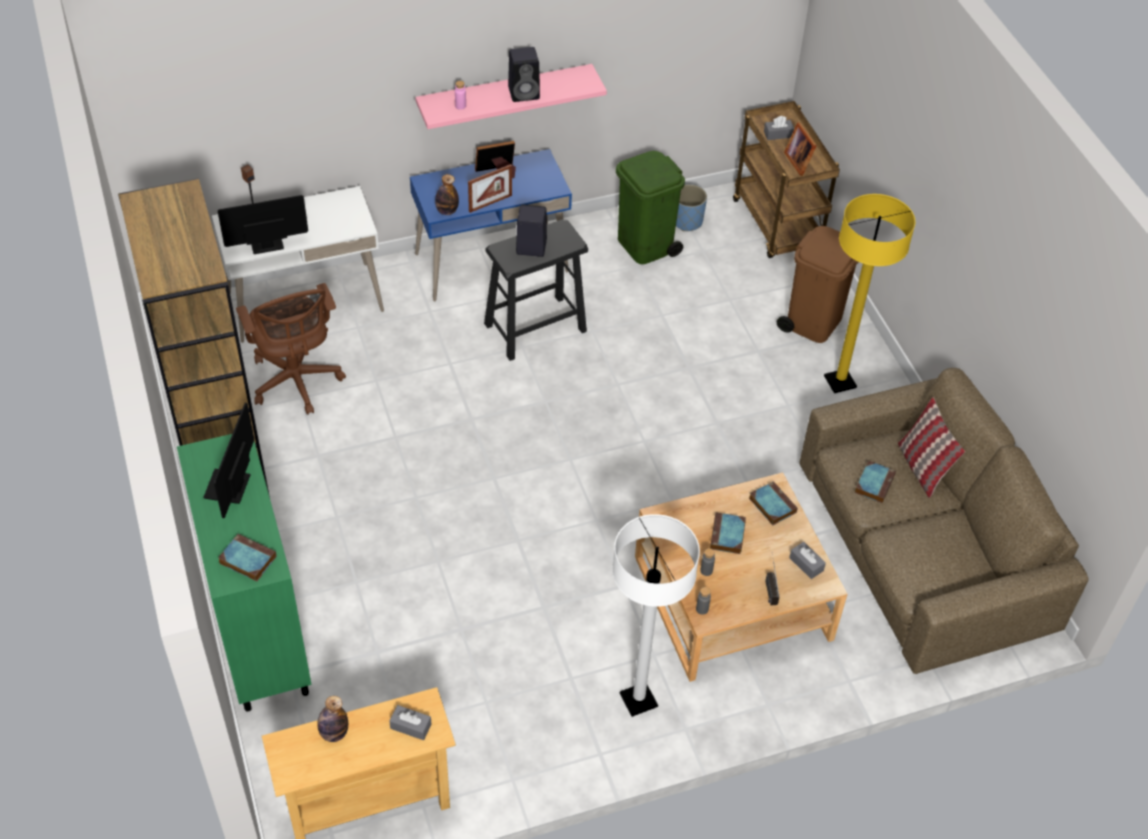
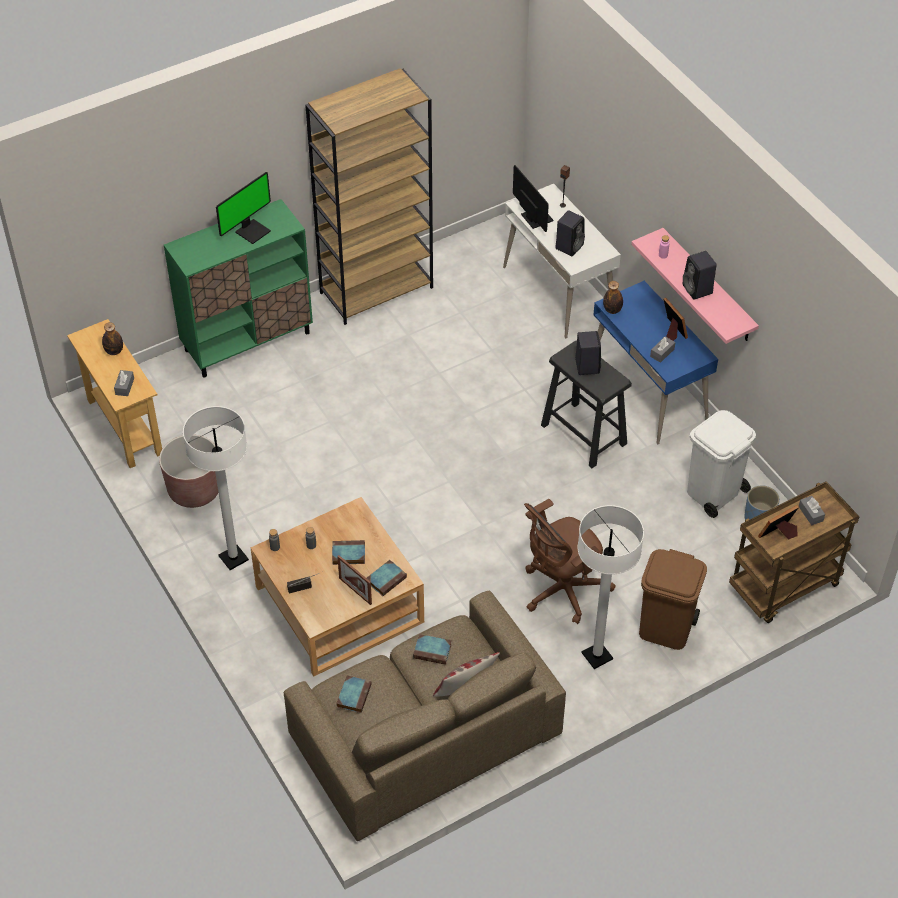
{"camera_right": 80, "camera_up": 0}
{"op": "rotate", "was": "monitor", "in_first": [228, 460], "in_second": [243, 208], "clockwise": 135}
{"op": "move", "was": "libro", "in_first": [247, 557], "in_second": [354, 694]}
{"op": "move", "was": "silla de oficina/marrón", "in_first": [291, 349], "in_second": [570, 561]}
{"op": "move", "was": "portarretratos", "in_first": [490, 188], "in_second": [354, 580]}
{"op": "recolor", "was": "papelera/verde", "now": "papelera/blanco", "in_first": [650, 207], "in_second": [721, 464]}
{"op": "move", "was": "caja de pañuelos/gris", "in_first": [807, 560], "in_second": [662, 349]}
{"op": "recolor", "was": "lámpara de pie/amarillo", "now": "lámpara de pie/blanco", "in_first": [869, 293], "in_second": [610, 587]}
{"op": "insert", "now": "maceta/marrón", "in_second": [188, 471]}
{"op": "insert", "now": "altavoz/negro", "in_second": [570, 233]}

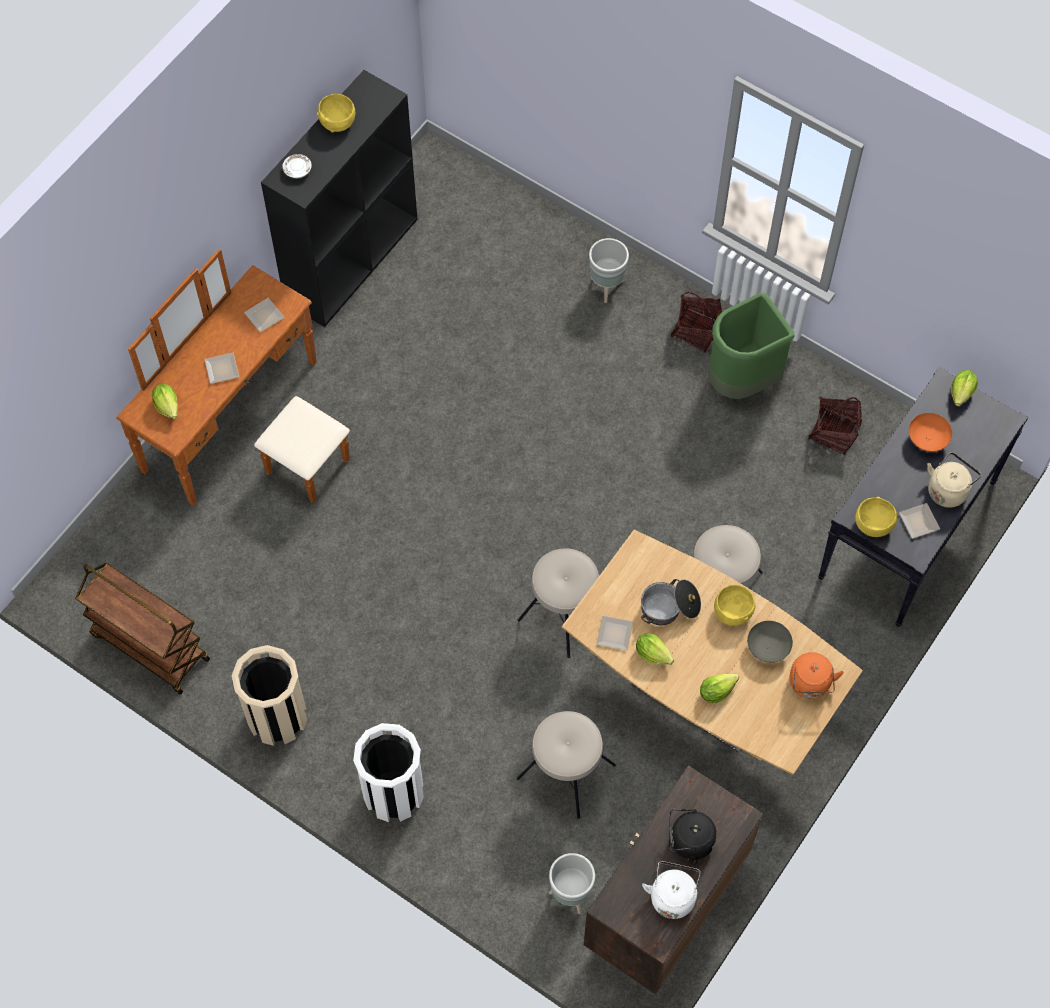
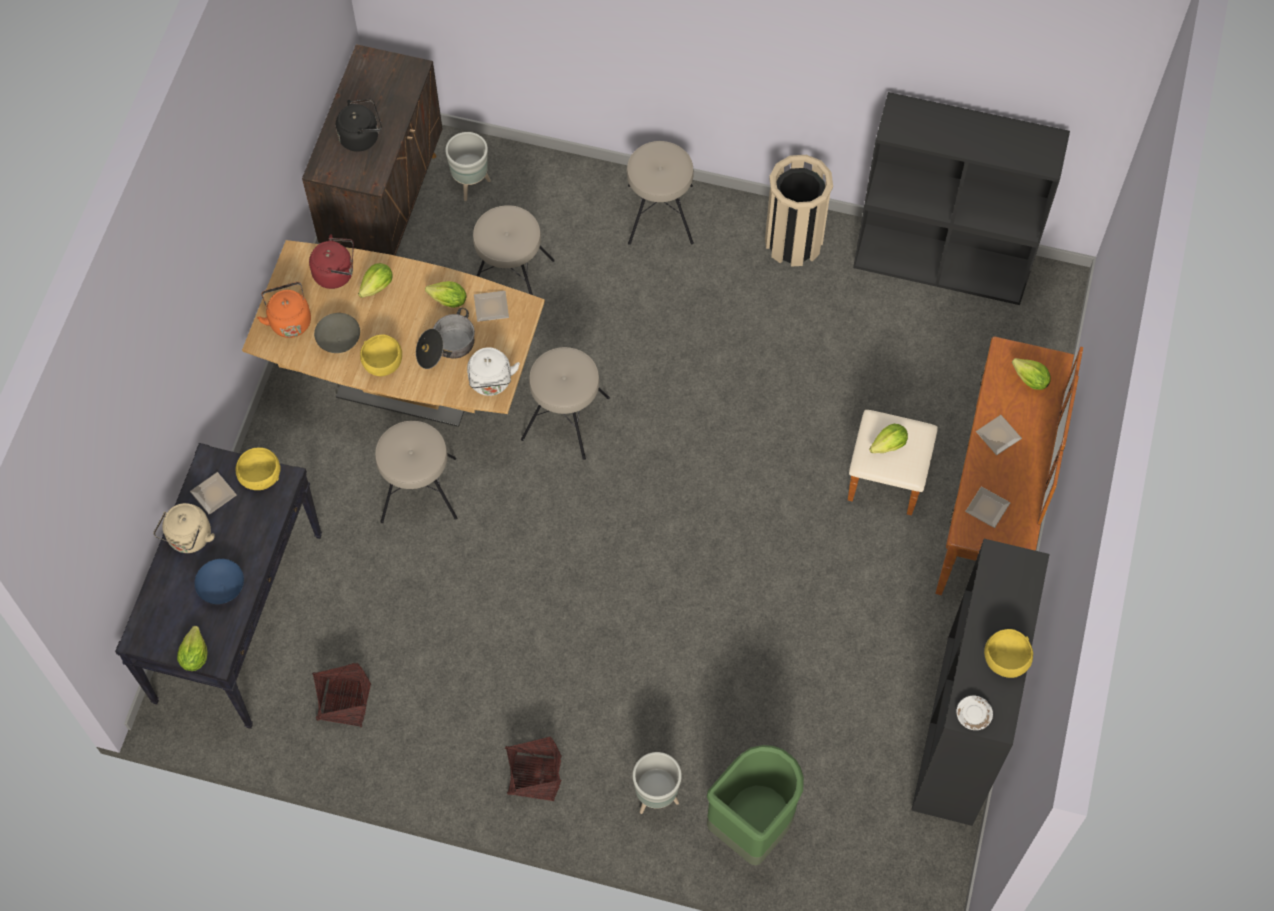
{"camera_right": 160, "camera_up": 0}
{"op": "replace", "was": "carrito/marrón", "now": "estantería/negro", "in_first": [142, 629], "in_second": [961, 198]}
{"op": "move", "was": "plato/blanco", "in_first": [297, 166], "in_second": [974, 713]}
{"op": "replace", "was": "papelera/blanco", "now": "taburete/beis", "in_first": [388, 772], "in_second": [660, 193]}
{"op": "move", "was": "hervidor/blanco", "in_first": [671, 890], "in_second": [493, 371]}
{"op": "move", "was": "papelera/verde", "in_first": [751, 345], "in_second": [755, 805]}
{"op": "recolor", "was": "cuenco/naranja", "now": "cuenco/azul", "in_first": [930, 432], "in_second": [219, 581]}
{"op": "insert", "now": "hervidor/rojo", "in_second": [331, 262]}
{"op": "insert", "now": "lechuga", "in_second": [888, 438]}

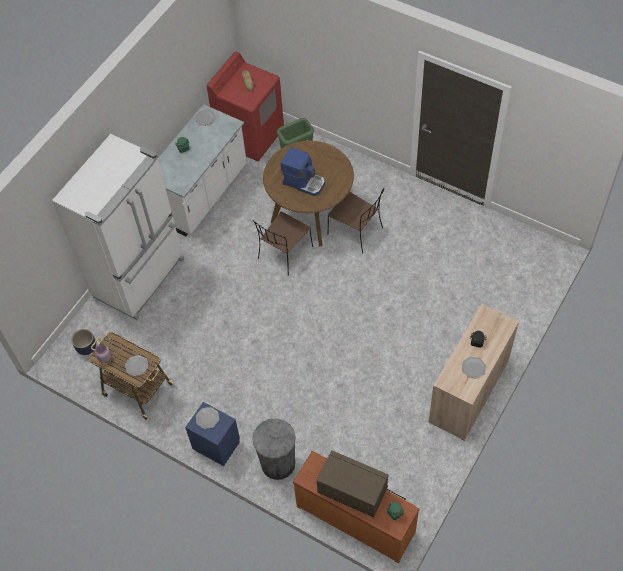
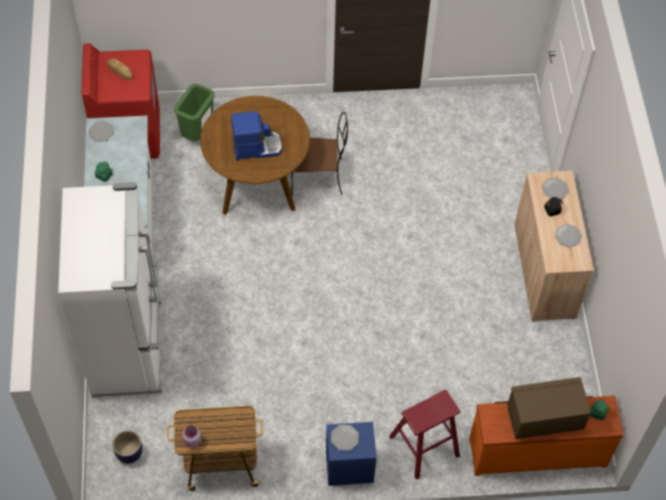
{"camera_right": -40, "camera_up": 0}
{"op": "move", "was": "plato", "in_first": [137, 365], "in_second": [555, 188]}
{"op": "replace", "was": "papelera/gris", "now": "taburete/rojo", "in_first": [274, 449], "in_second": [425, 435]}
{"op": "delete", "was": "silla/marrón", "in_first": [283, 243]}

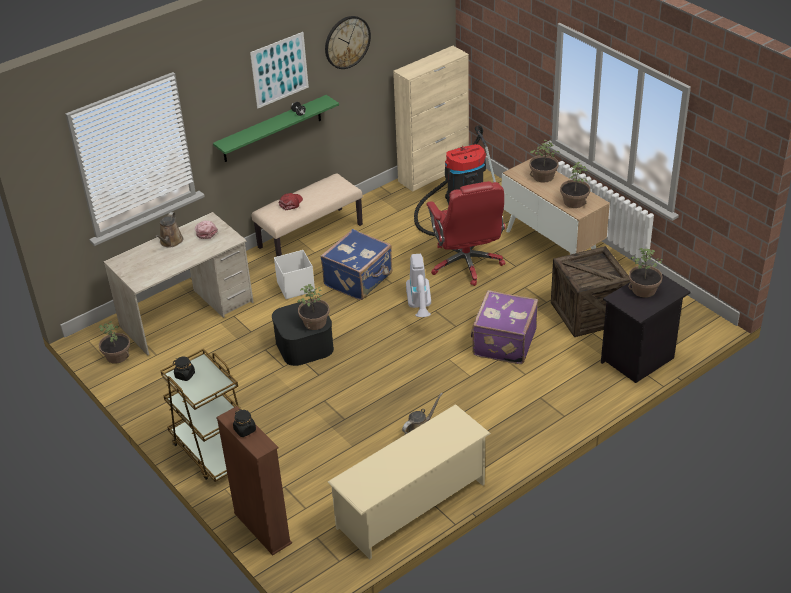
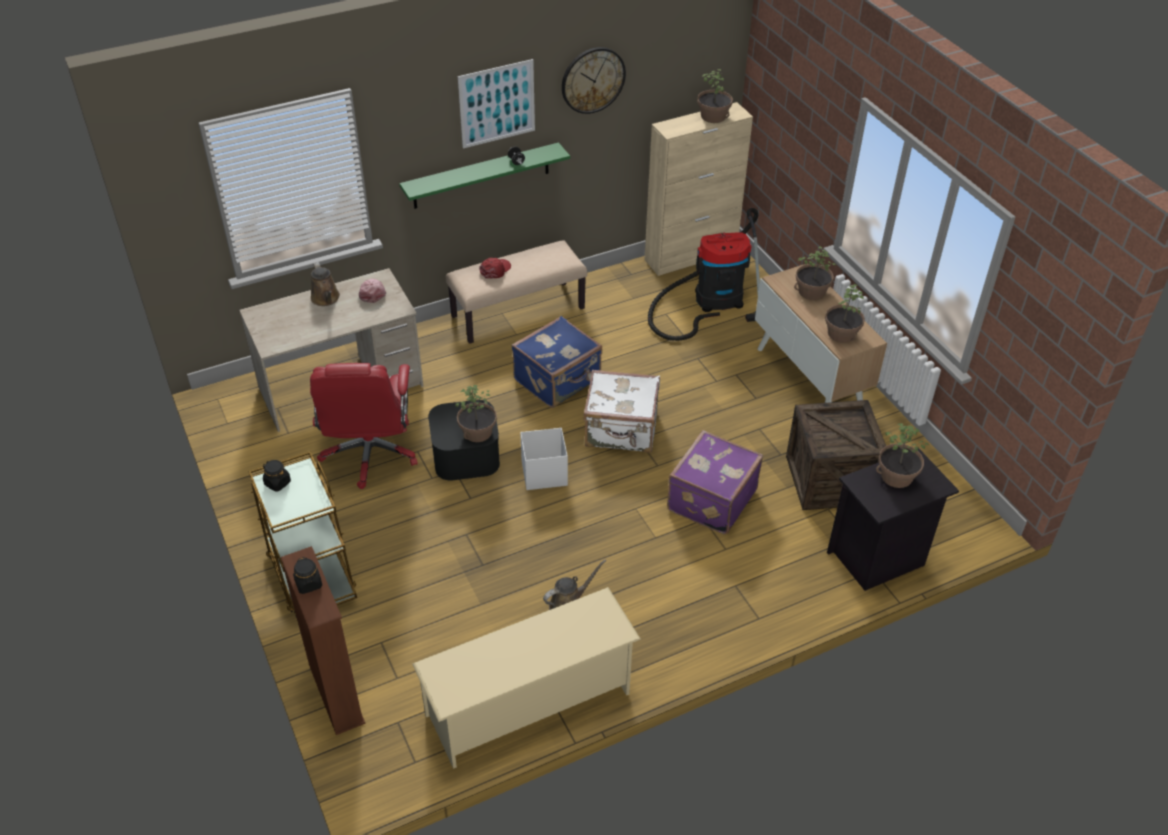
{"camera_right": 10, "camera_up": 5}
{"op": "move", "was": "planta en maceta", "in_first": [114, 342], "in_second": [715, 96]}
{"op": "rotate", "was": "regadera/marrón", "in_first": [169, 230], "in_second": [325, 284], "clockwise": -45}
{"op": "move", "was": "caja de almacenaje/blanco", "in_first": [294, 274], "in_second": [544, 459]}
{"op": "replace", "was": "aspiradora", "now": "maleta/blanco", "in_first": [418, 285], "in_second": [621, 411]}
{"op": "move", "was": "silla de oficina/rojo", "in_first": [466, 233], "in_second": [364, 426]}

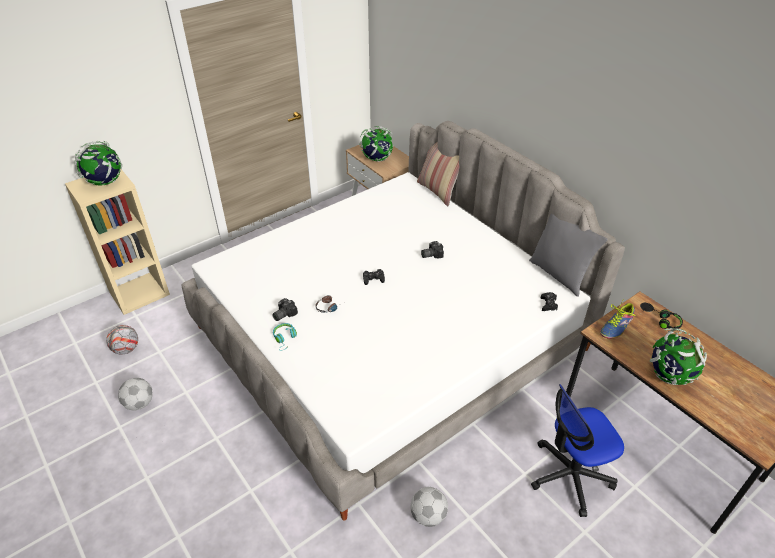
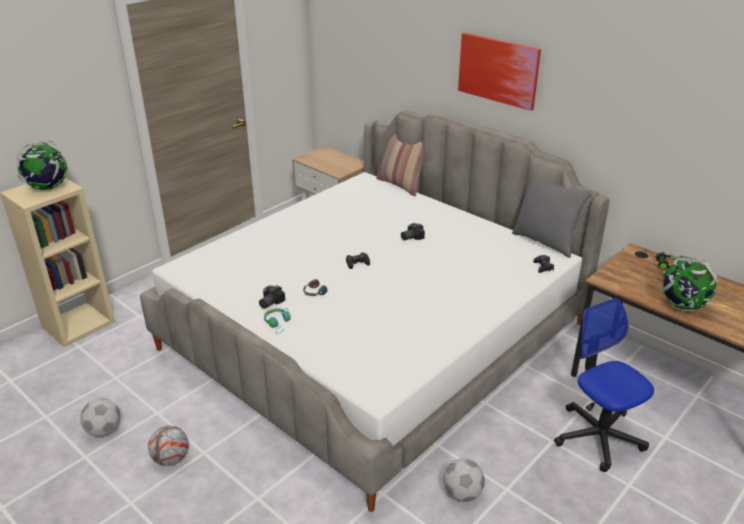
{"camera_right": -10, "camera_up": -10}
{"op": "move", "was": "balón de fútbol", "in_first": [122, 339], "in_second": [168, 446]}
{"op": "delete", "was": "globo terráqueo", "in_first": [376, 144]}
{"op": "rotate", "was": "silla de oficina", "in_first": [577, 450], "in_second": [604, 385], "clockwise": 90}
{"op": "delete", "was": "zapato", "in_first": [617, 319]}
{"op": "insert", "now": "cuadro", "in_second": [499, 72]}

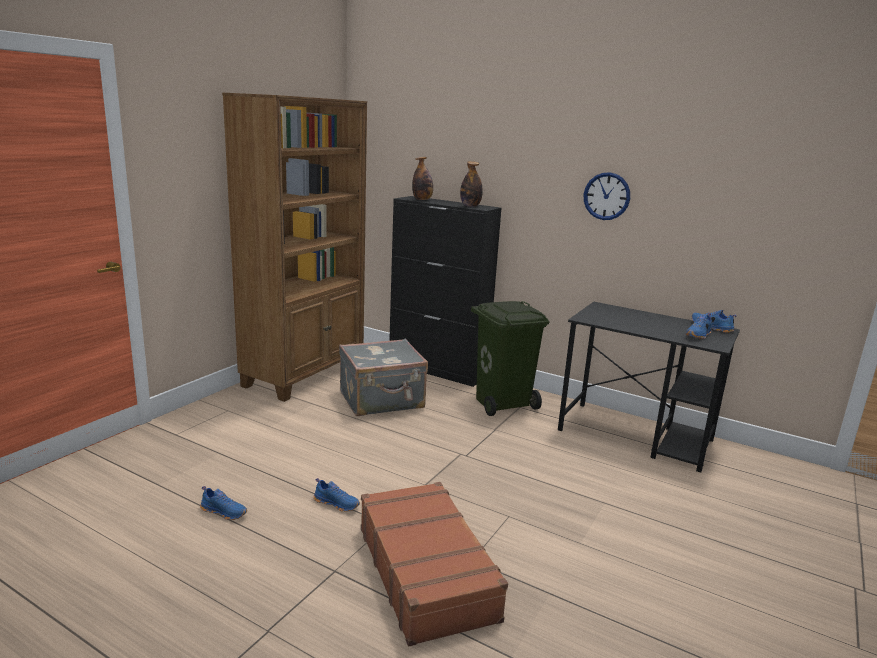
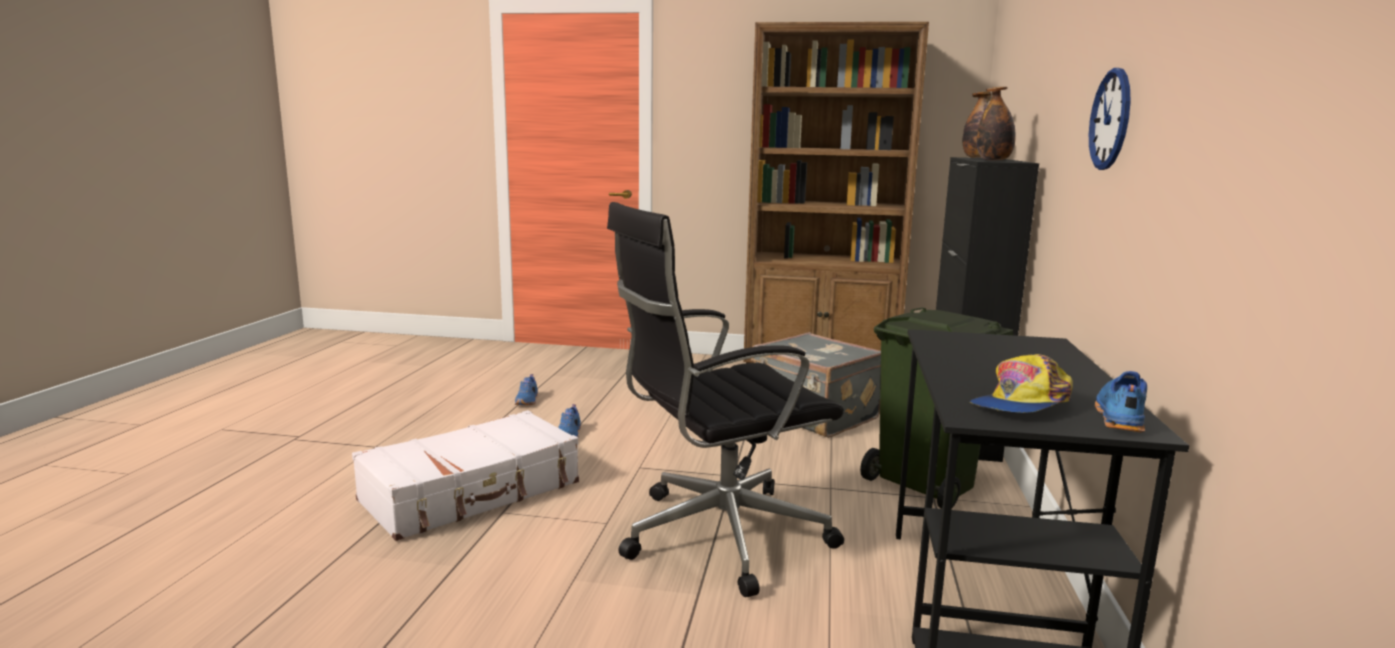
{"camera_right": 70, "camera_up": -5}
{"op": "recolor", "was": "maleta/marrón", "now": "maleta/blanco", "in_first": [434, 564], "in_second": [465, 475]}
{"op": "replace", "was": "zapato/azul", "now": "gorra", "in_first": [699, 326], "in_second": [1021, 383]}
{"op": "insert", "now": "silla de oficina/negro", "in_second": [725, 399]}

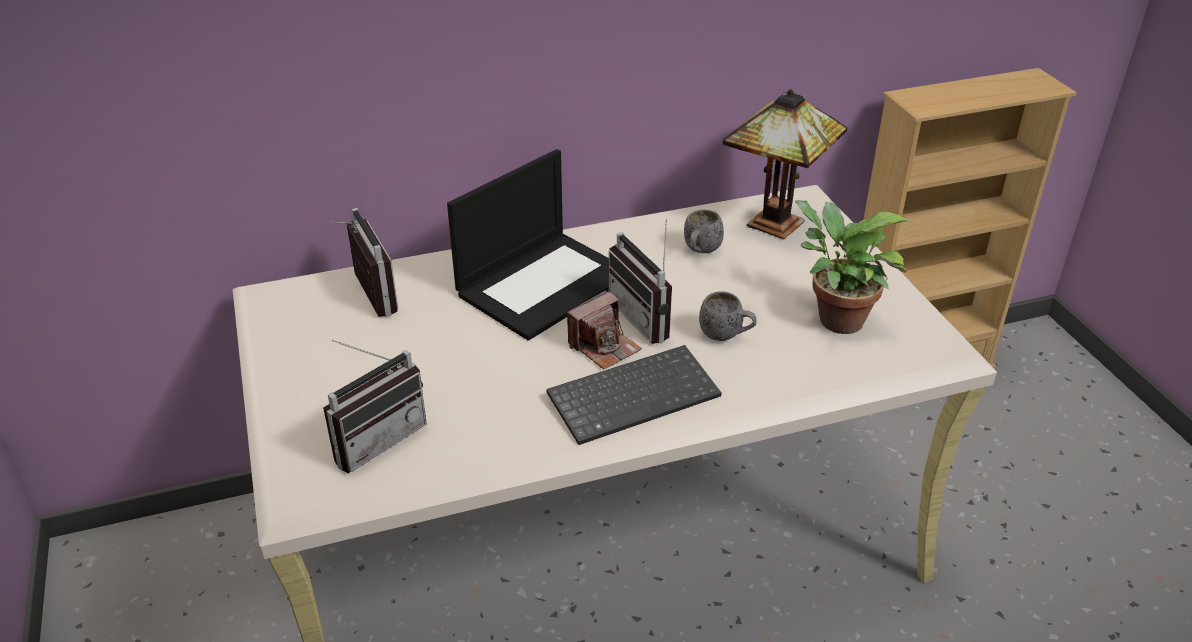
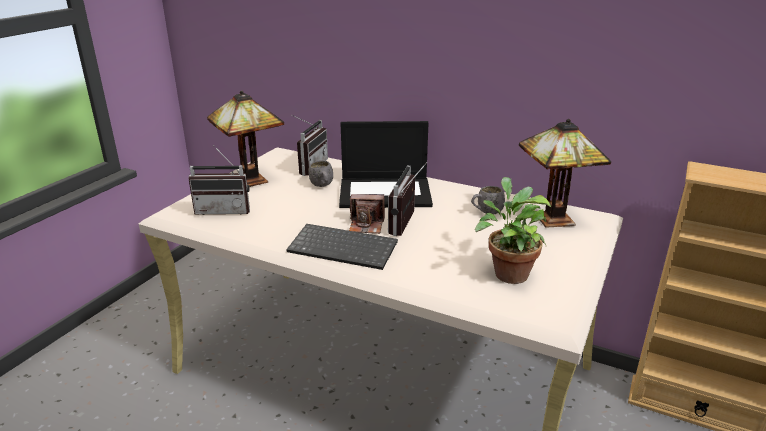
{"camera_right": 45, "camera_up": -10}
{"op": "move", "was": "taza grande/gris", "in_first": [728, 316], "in_second": [321, 173]}
{"op": "insert", "now": "lámpara de mesa", "in_second": [245, 138]}

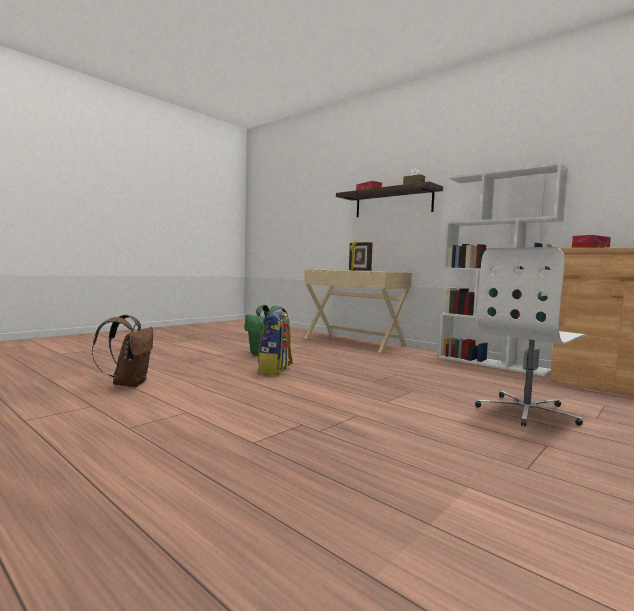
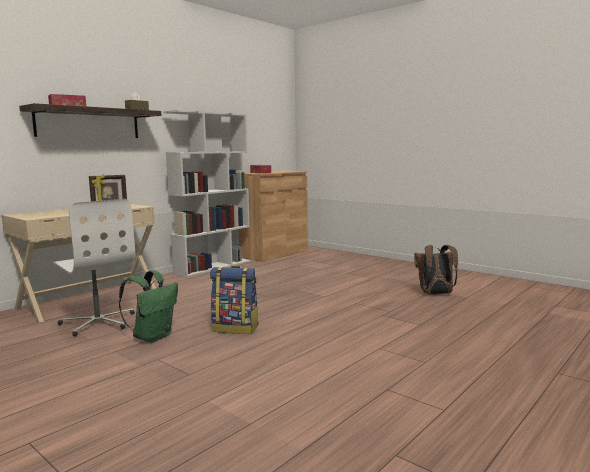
{"camera_right": -90, "camera_up": 5}
{"op": "move", "was": "mochila/marrón", "in_first": [122, 351], "in_second": [436, 270]}
{"op": "move", "was": "silla de oficina/blanco", "in_first": [531, 336], "in_second": [94, 267]}

